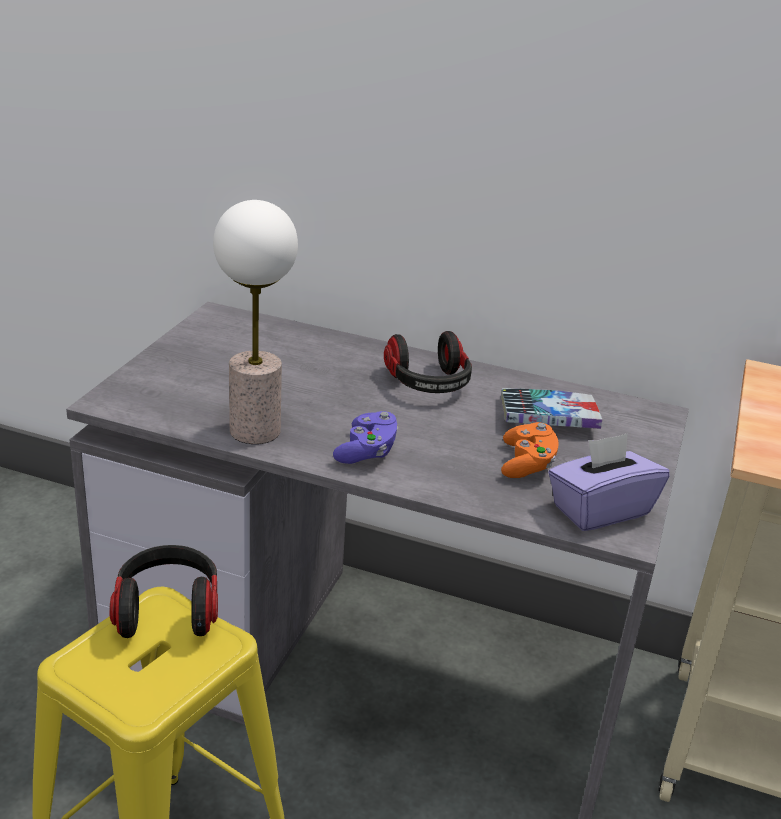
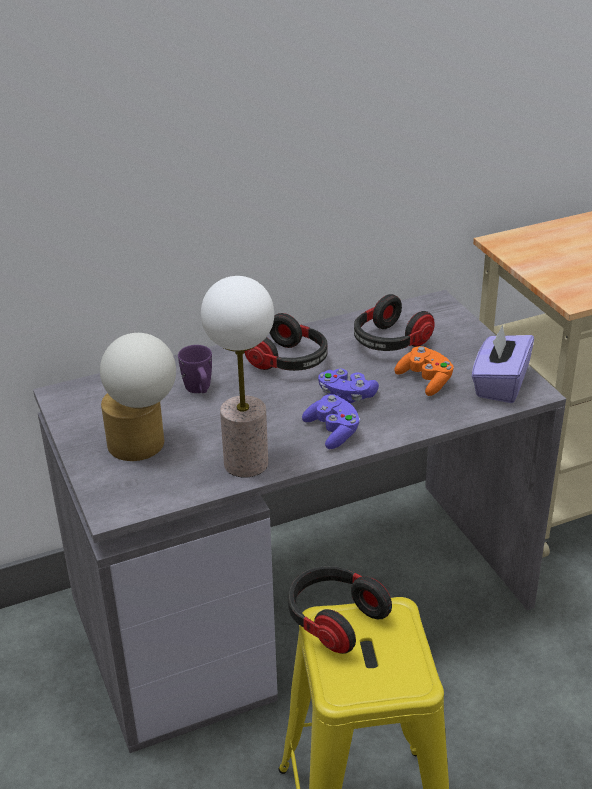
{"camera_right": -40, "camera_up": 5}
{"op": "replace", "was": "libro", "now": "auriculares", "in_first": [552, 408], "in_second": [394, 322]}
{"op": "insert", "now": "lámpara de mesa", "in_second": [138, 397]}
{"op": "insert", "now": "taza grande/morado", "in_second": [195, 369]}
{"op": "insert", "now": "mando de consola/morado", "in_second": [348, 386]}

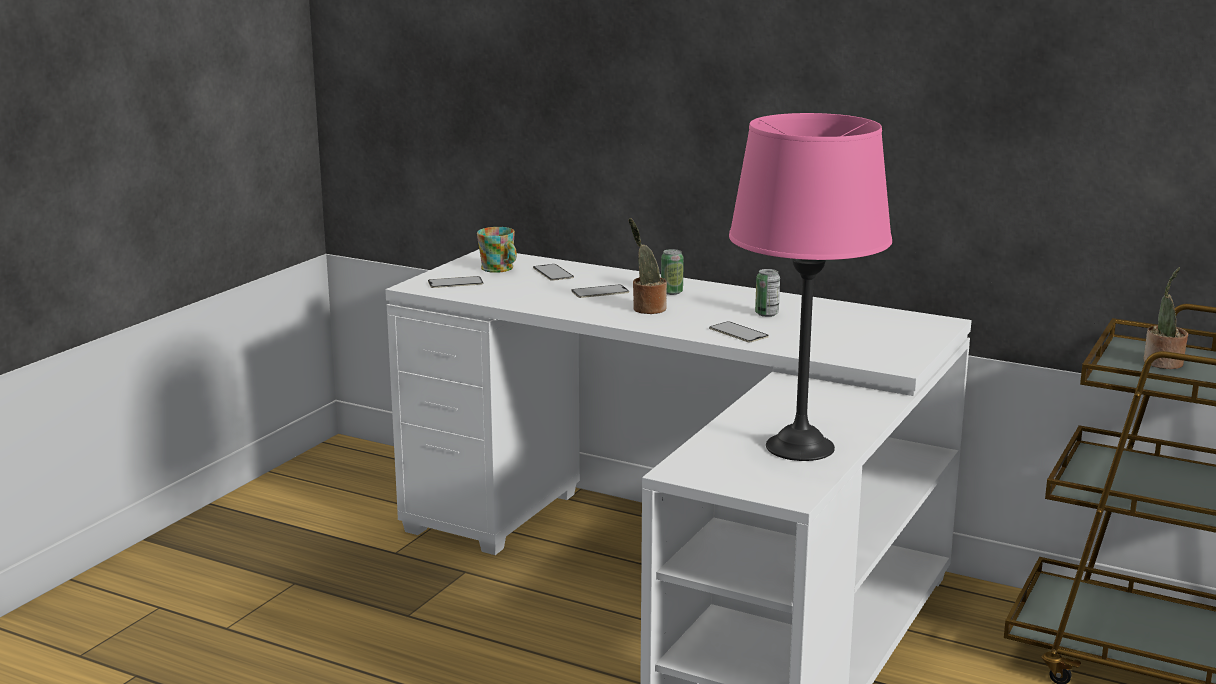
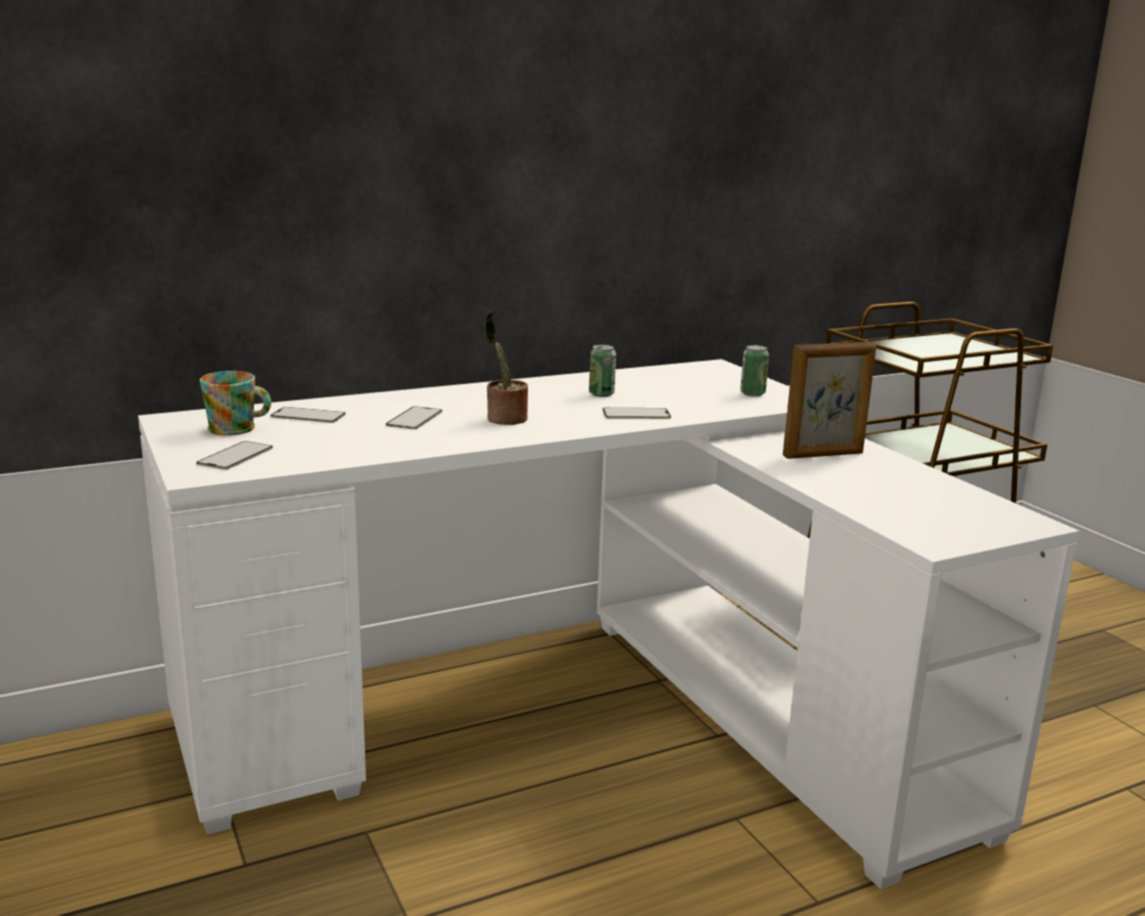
{"camera_right": -55, "camera_up": 0}
{"op": "move", "was": "lata", "in_first": [672, 272], "in_second": [754, 371]}
{"op": "delete", "was": "lámpara de mesa/rosa", "in_first": [810, 287]}
{"op": "delete", "was": "planta en maceta", "in_first": [1165, 318]}
{"op": "insert", "now": "portarretratos", "in_second": [829, 400]}

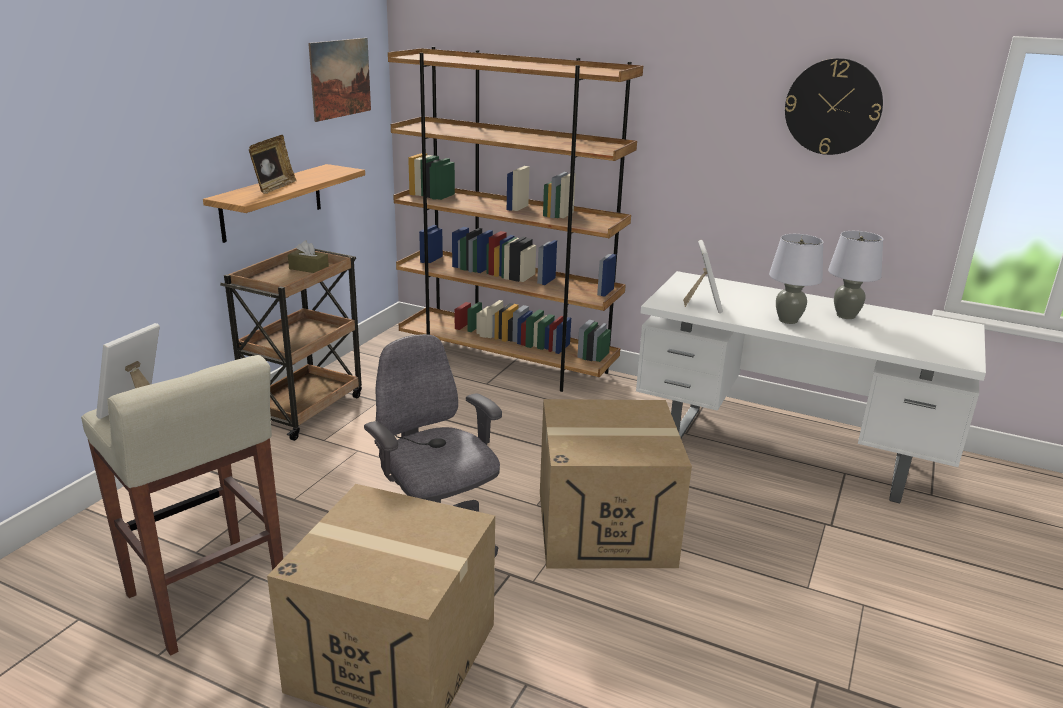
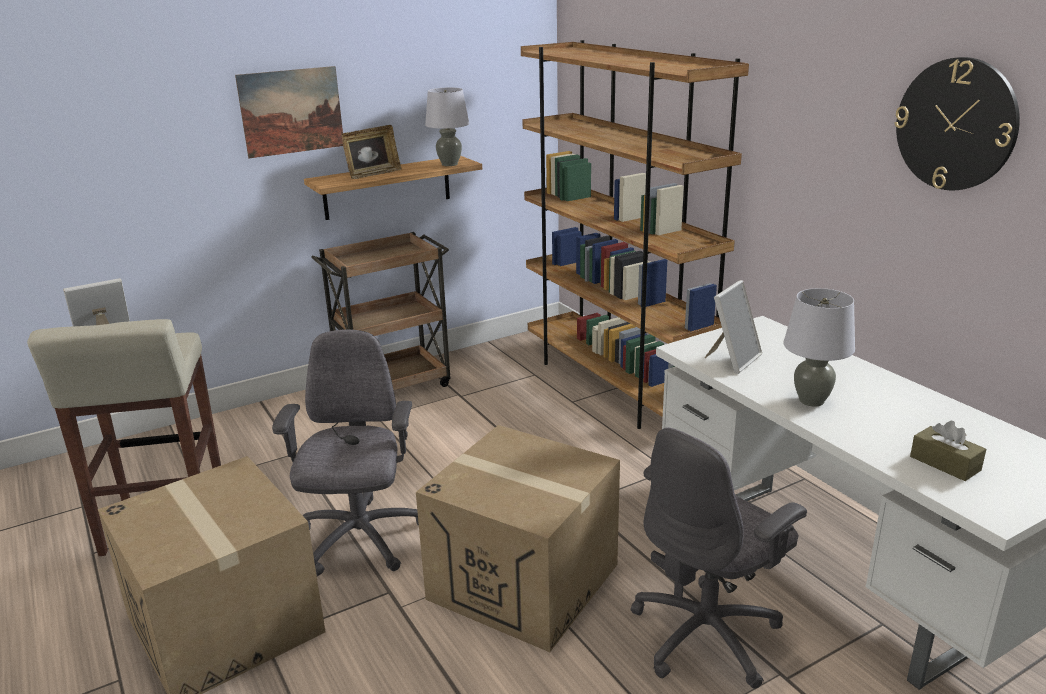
{"camera_right": 35, "camera_up": 0}
{"op": "move", "was": "caja de pañuelos/marrón", "in_first": [308, 256], "in_second": [948, 451]}
{"op": "move", "was": "cuadro", "in_first": [339, 80], "in_second": [289, 112]}
{"op": "move", "was": "lámpara de mesa/gris", "in_first": [855, 275], "in_second": [447, 127]}
{"op": "insert", "now": "silla de oficina/gris", "in_second": [719, 558]}

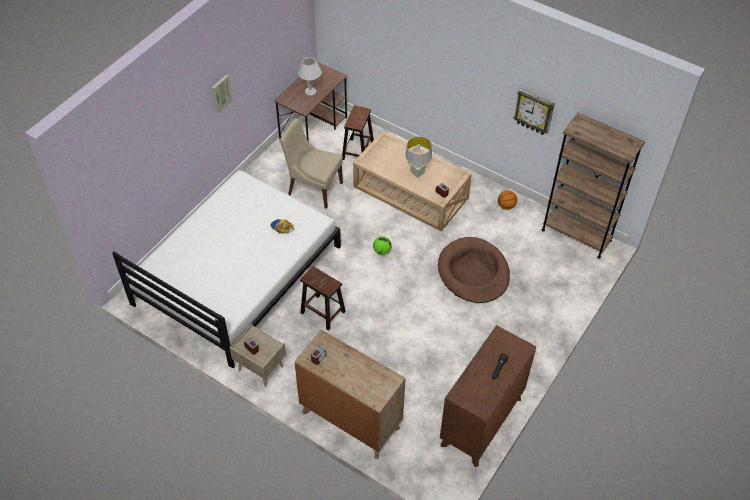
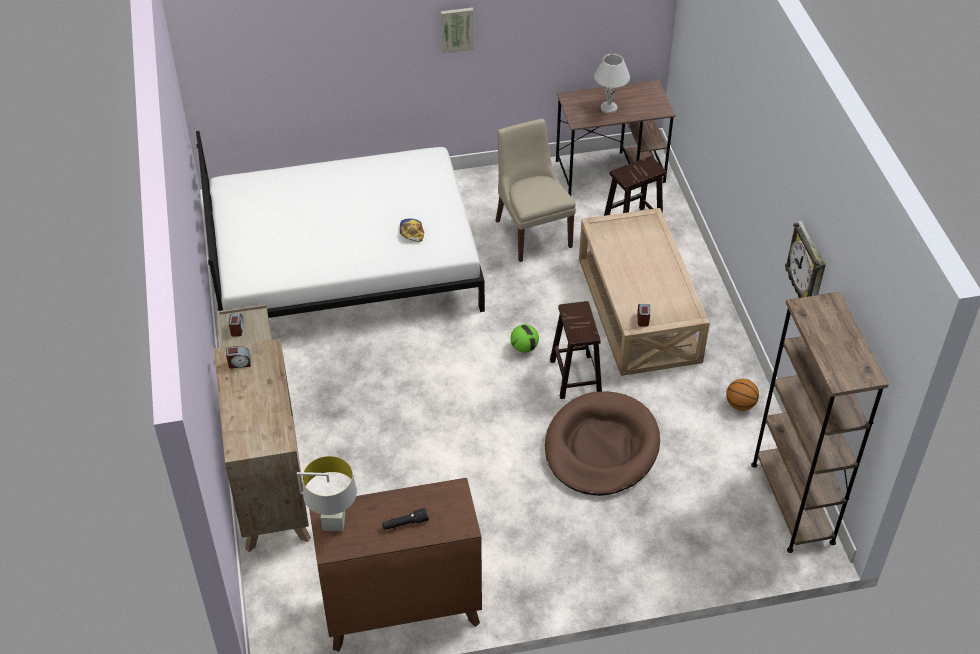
{"camera_right": 45, "camera_up": -5}
{"op": "move", "was": "taburete/marrón", "in_first": [323, 298], "in_second": [576, 350]}
{"op": "move", "was": "lámpara de mesa/gris", "in_first": [418, 157], "in_second": [327, 493]}

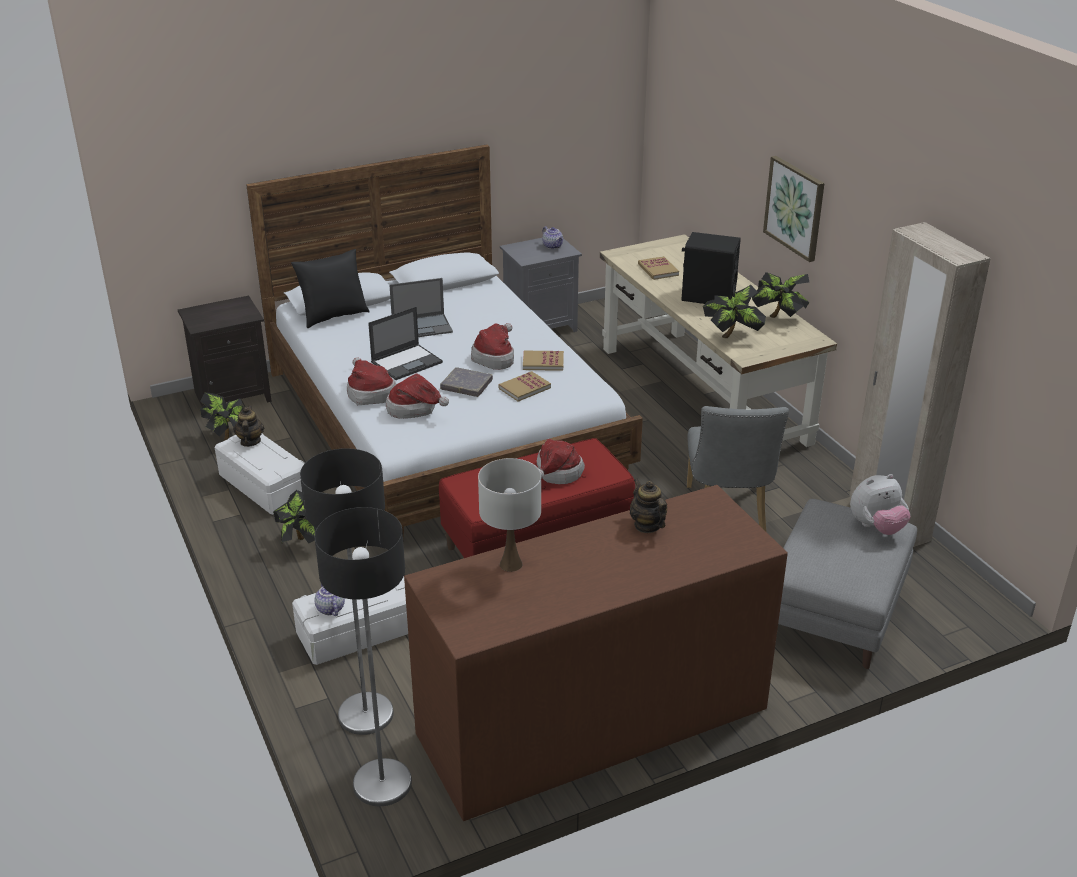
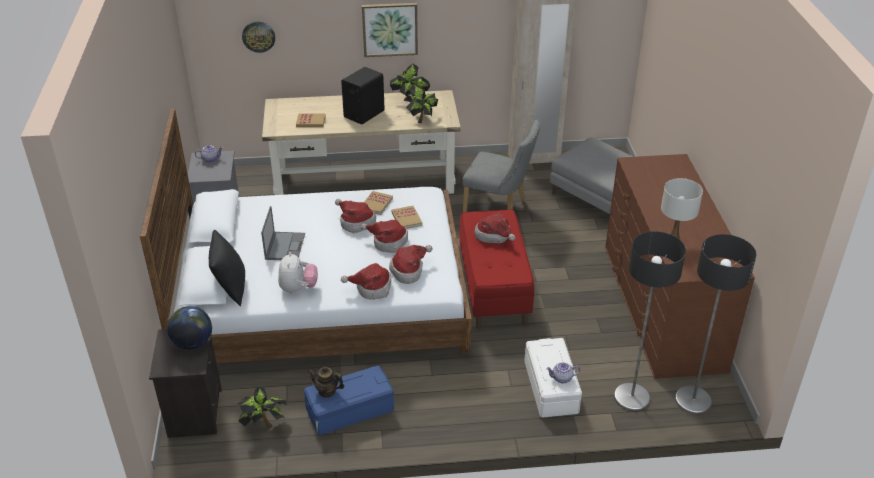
{"camera_right": -70, "camera_up": 5}
{"op": "recolor", "was": "caja de almacenaje/blanco", "now": "caja de almacenaje/azul", "in_first": [260, 474], "in_second": [349, 400]}
{"op": "delete", "was": "planta en maceta", "in_first": [295, 517]}
{"op": "delete", "was": "portátil", "in_first": [405, 343]}
{"op": "replace", "was": "libro/gris", "now": "sombrero", "in_first": [466, 382], "in_second": [384, 236]}
{"op": "delete", "was": "tetera", "in_first": [648, 506]}
{"op": "move", "was": "peluche", "in_first": [880, 504], "in_second": [298, 273]}
{"op": "insert", "now": "globo terráqueo", "in_second": [189, 328]}
{"op": "insert", "now": "reloj de pared", "in_second": [258, 37]}

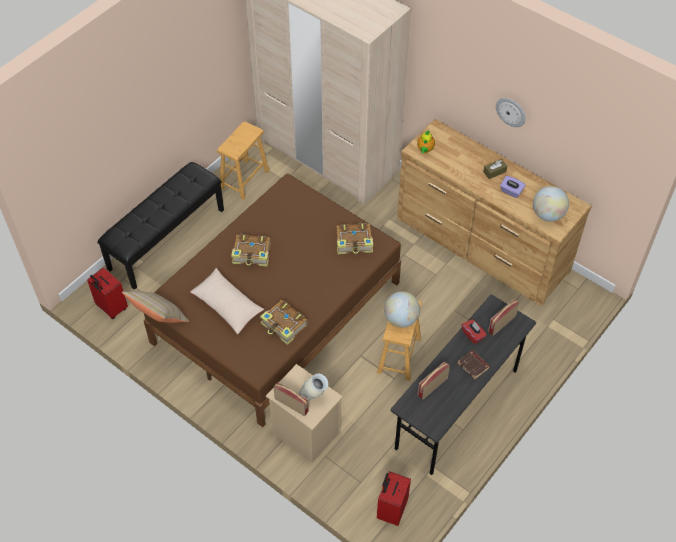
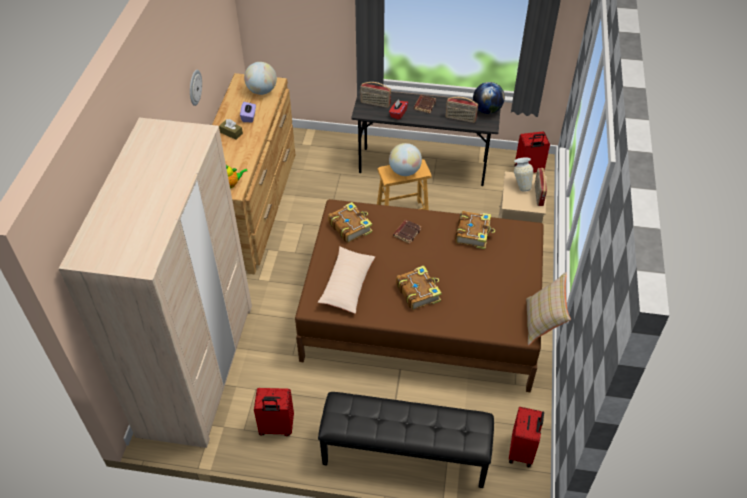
{"camera_right": -120, "camera_up": -5}
{"op": "move", "was": "cojín/beis", "in_first": [227, 301], "in_second": [346, 280]}
{"op": "replace", "was": "taburete/marrón", "now": "maleta/rojo", "in_first": [243, 161], "in_second": [274, 412]}
{"op": "insert", "now": "libro/marrón", "in_second": [407, 232]}
{"op": "insert", "now": "globo terráqueo", "in_second": [489, 98]}

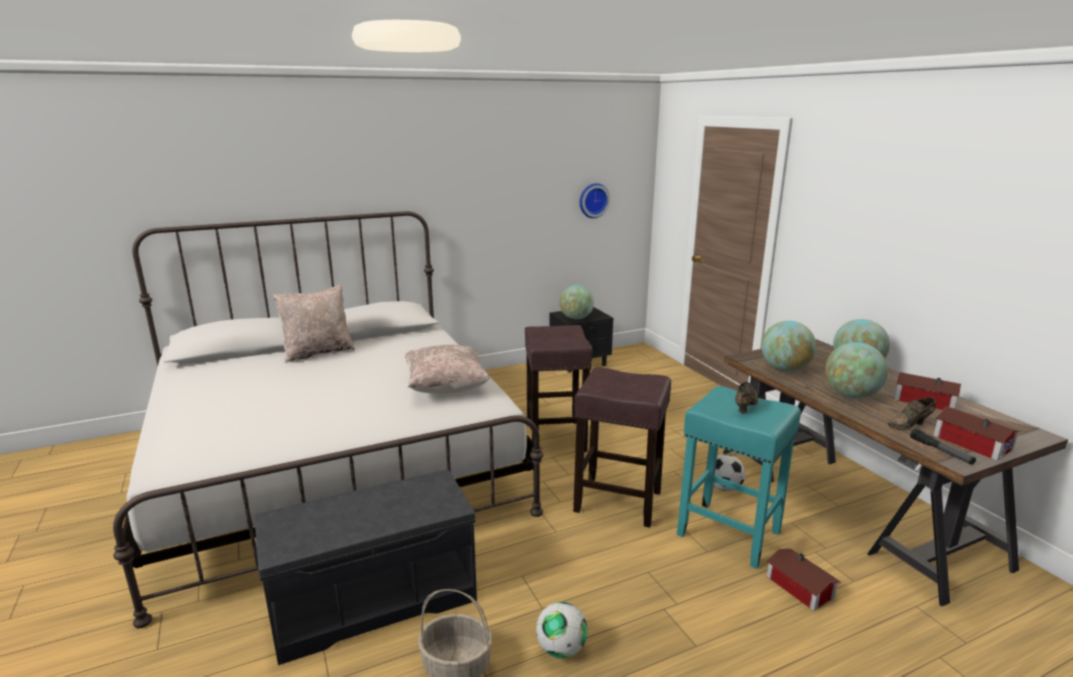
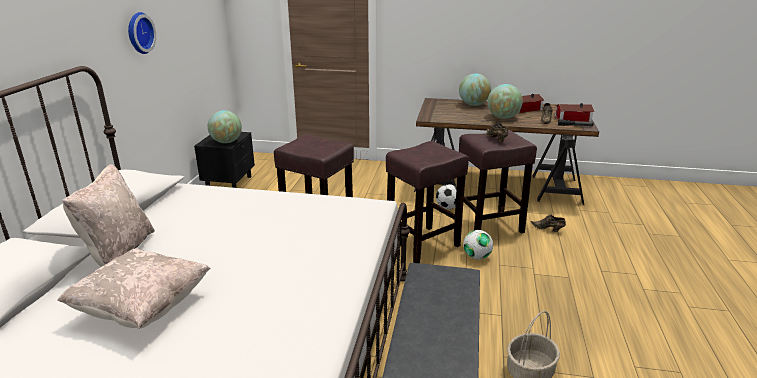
{"camera_right": -55, "camera_up": 5}
{"op": "move", "was": "cojín/beis", "in_first": [447, 369], "in_second": [133, 288]}
{"op": "move", "was": "balón de fútbol", "in_first": [562, 630], "in_second": [478, 245]}
{"op": "move", "was": "reloj de pared", "in_first": [595, 200], "in_second": [142, 33]}
{"op": "recolor", "was": "taburete/turquesa", "now": "taburete/marrón", "in_first": [739, 477], "in_second": [498, 181]}
{"op": "delete", "was": "globo terráqueo", "in_first": [788, 346]}
{"op": "replace", "was": "casita", "now": "zapato/marrón", "in_first": [803, 579], "in_second": [548, 223]}

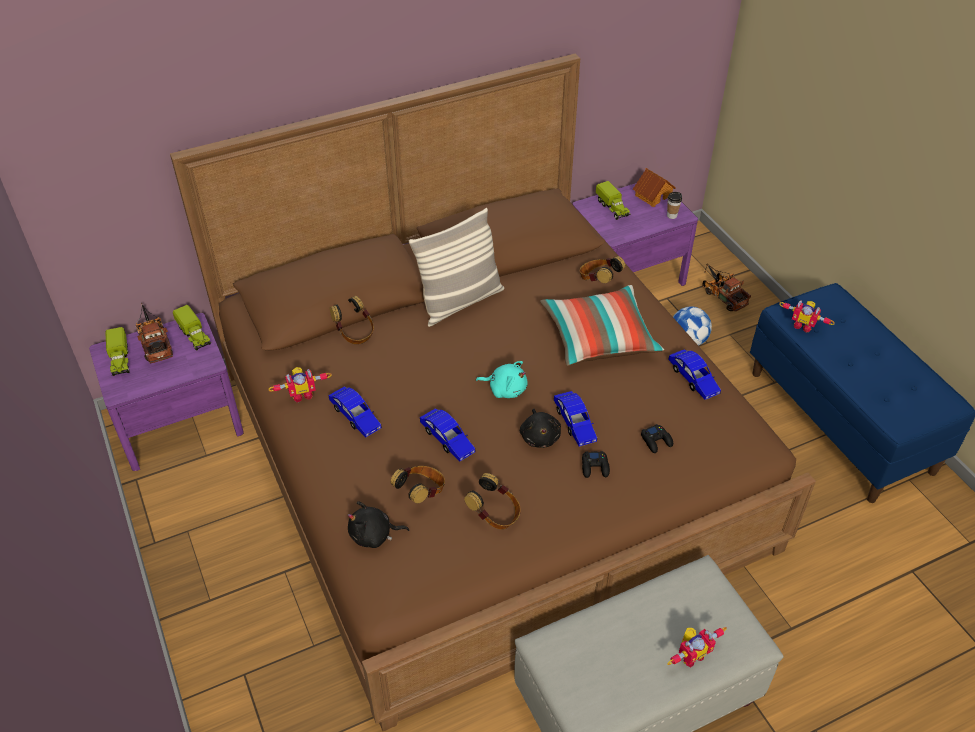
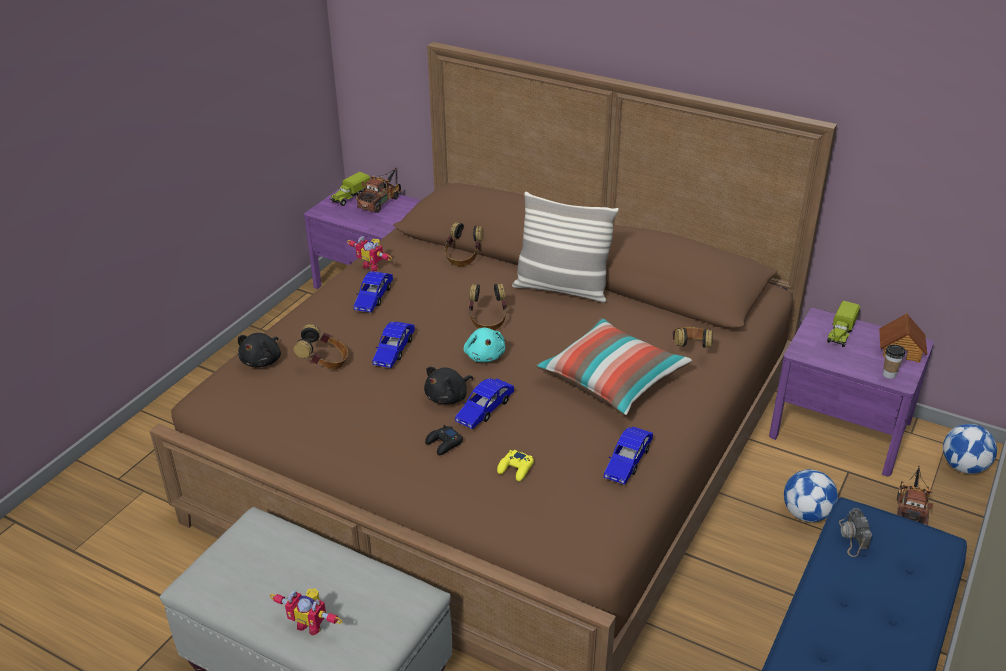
{"camera_right": 55, "camera_up": -10}
{"op": "delete", "was": "camión de juguete", "in_first": [192, 328]}
{"op": "rotate", "was": "peluche/negro", "in_first": [378, 524], "in_second": [259, 350], "clockwise": -120}
{"op": "move", "was": "auriculares", "in_first": [492, 501], "in_second": [488, 307]}
{"op": "recolor", "was": "mando de consola/negro", "now": "mando de consola/amarillo", "in_first": [657, 438], "in_second": [515, 465]}
{"op": "replace", "was": "robot de juguete", "now": "cámara", "in_first": [807, 316], "in_second": [855, 532]}
{"op": "insert", "now": "balón de fútbol", "in_second": [970, 449]}

